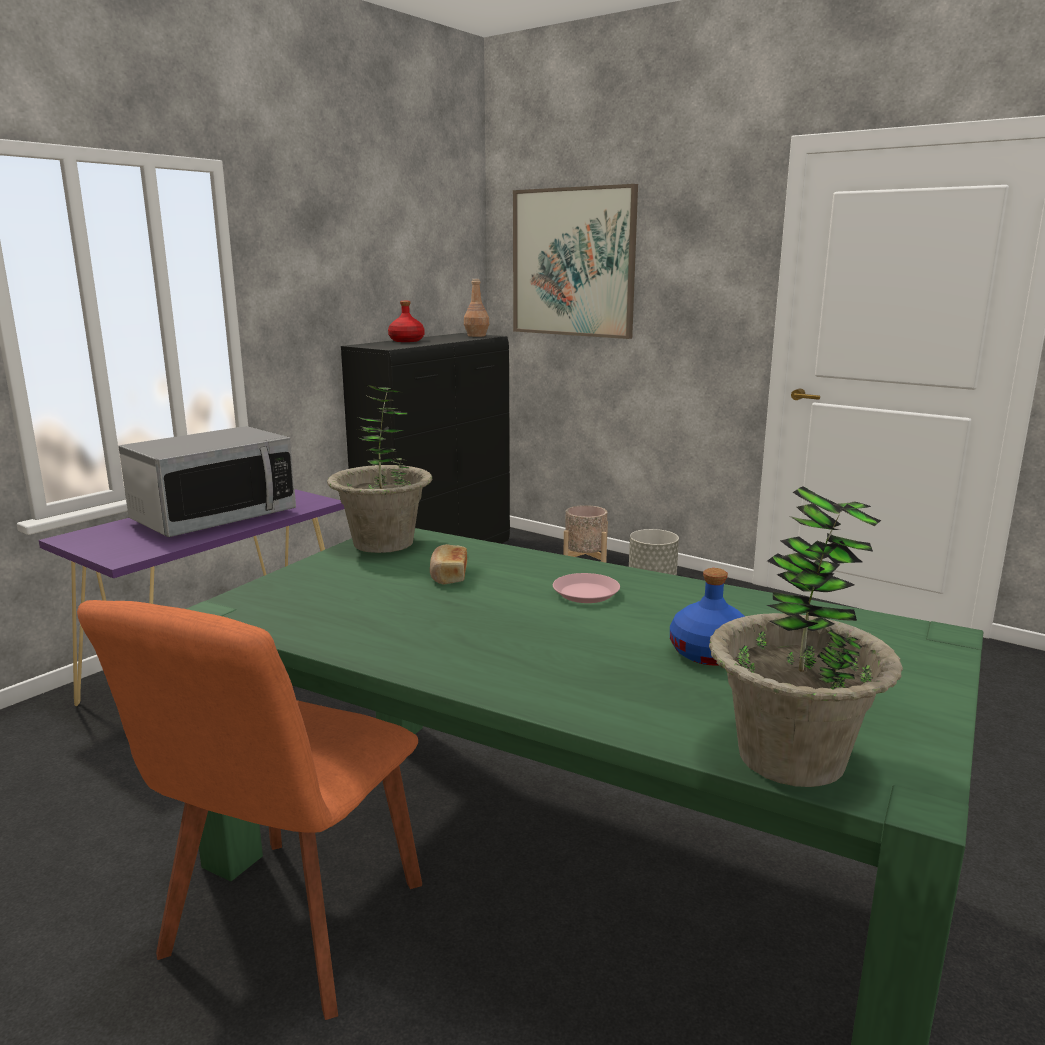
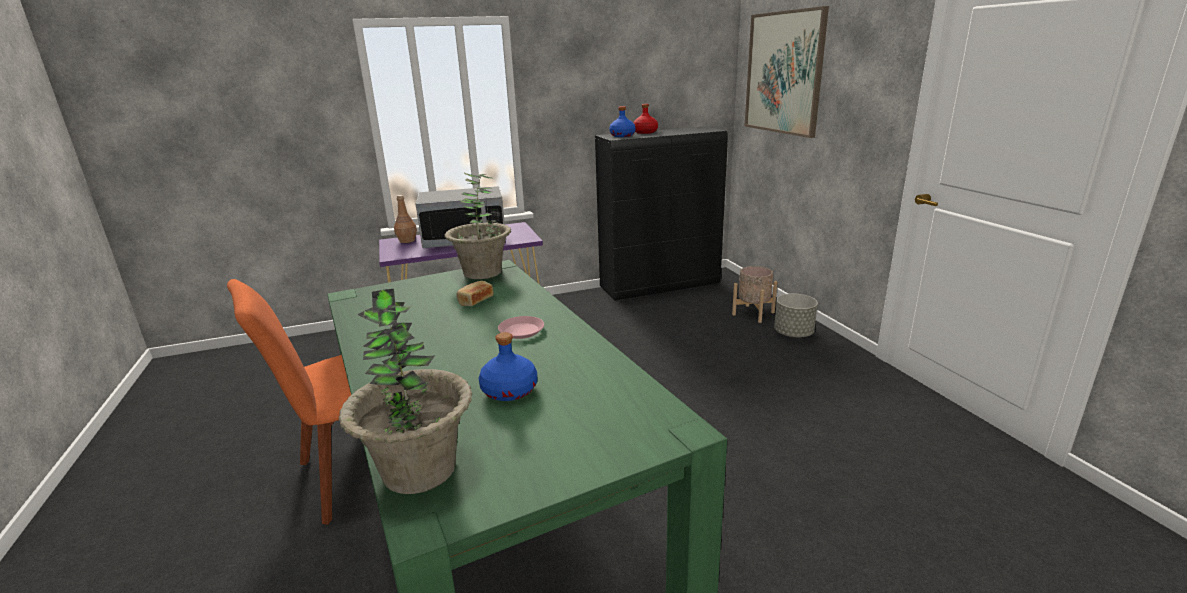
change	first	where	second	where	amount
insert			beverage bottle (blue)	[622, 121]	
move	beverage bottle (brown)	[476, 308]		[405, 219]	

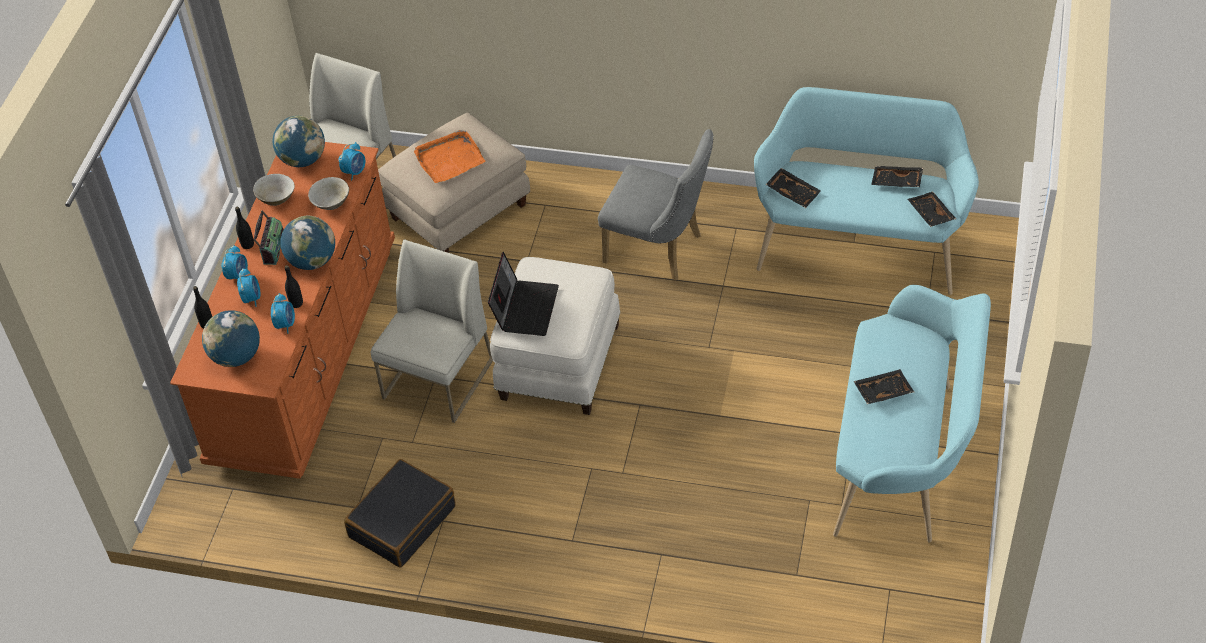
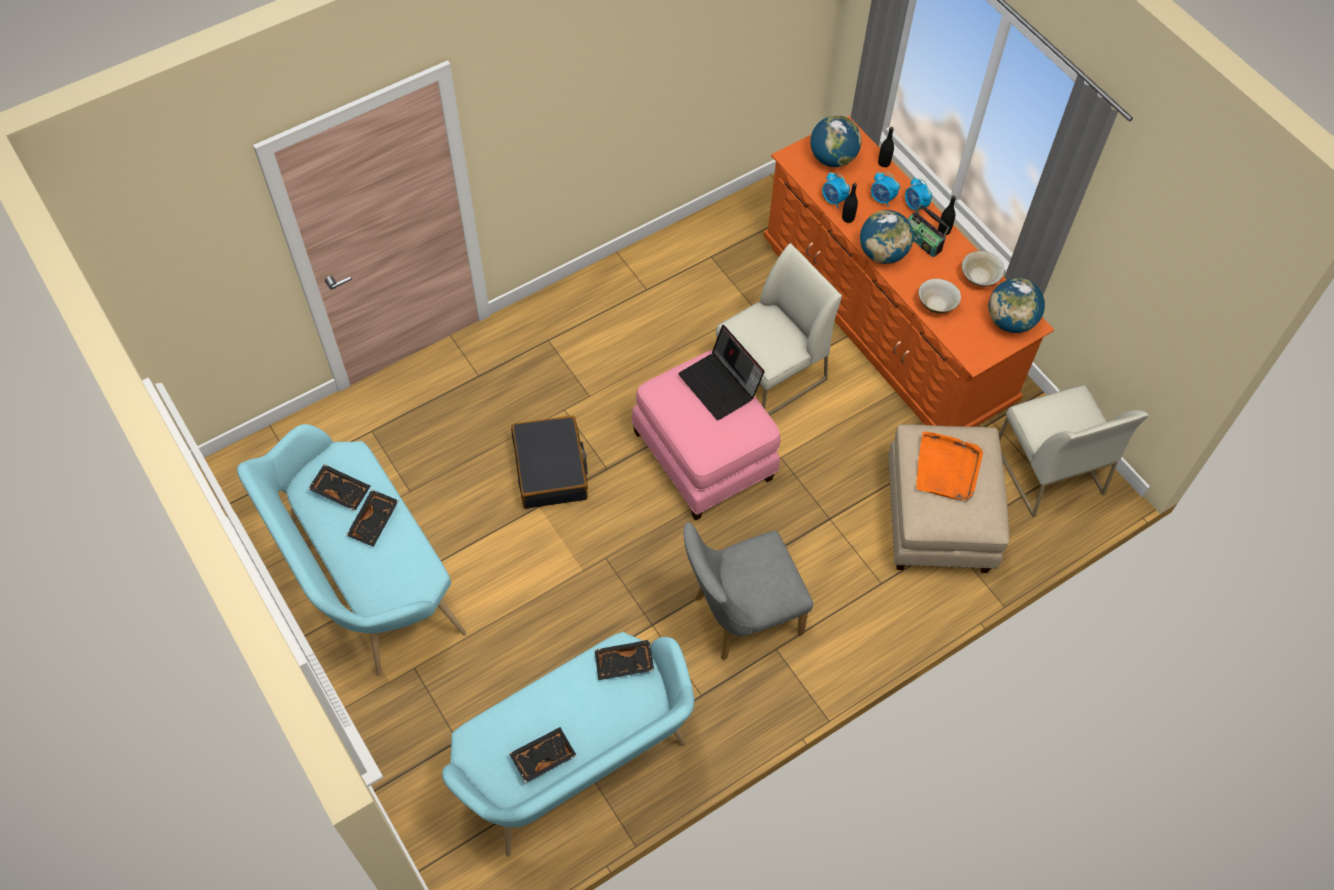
change	first	where	second	where	amount
delete	table clock	[352, 161]			
move	piece of luggage (black)	[399, 513]		[549, 462]	
move	serving tray (black)	[932, 209]		[339, 487]	
recolor	footrest (white-coloured)	[555, 336]	footrest (pink-coloured)	[706, 435]	
rotate	chair (white-coloured)	[432, 331]		[779, 329]	105 degrees counterclockwise

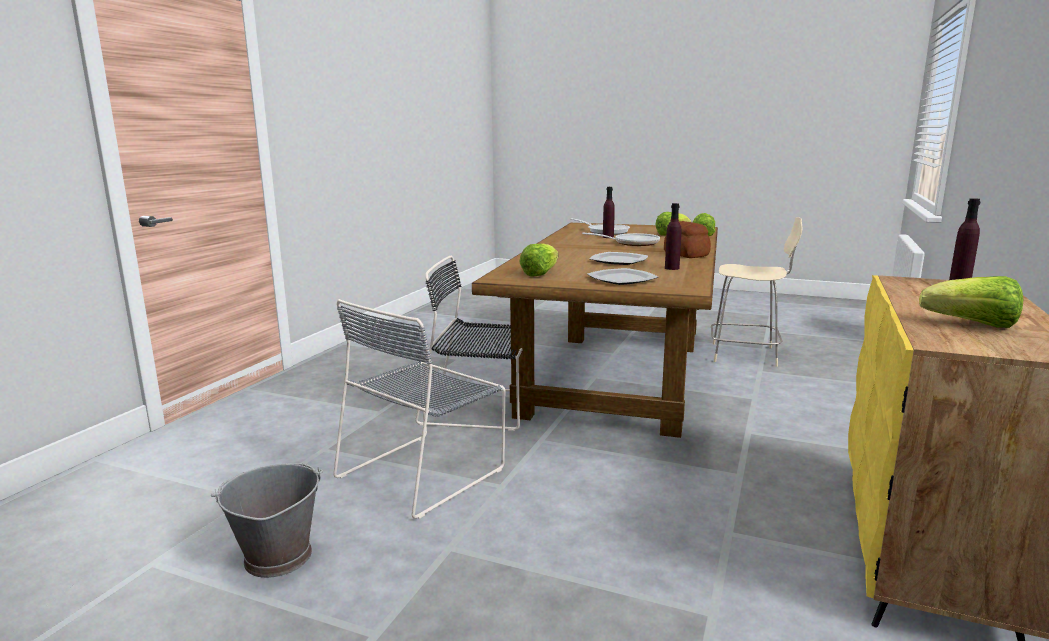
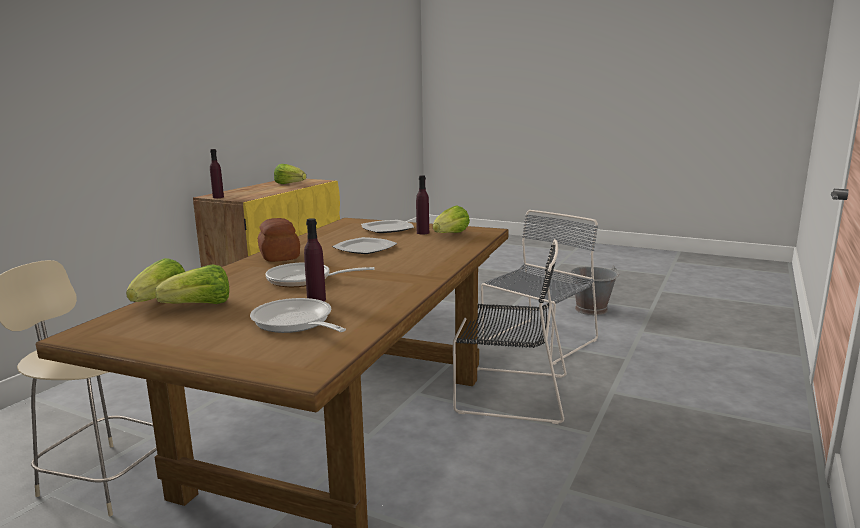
change	first	where	second	where	amount
move	beverage bottle (purple-coloured)	[673, 236]		[422, 204]	

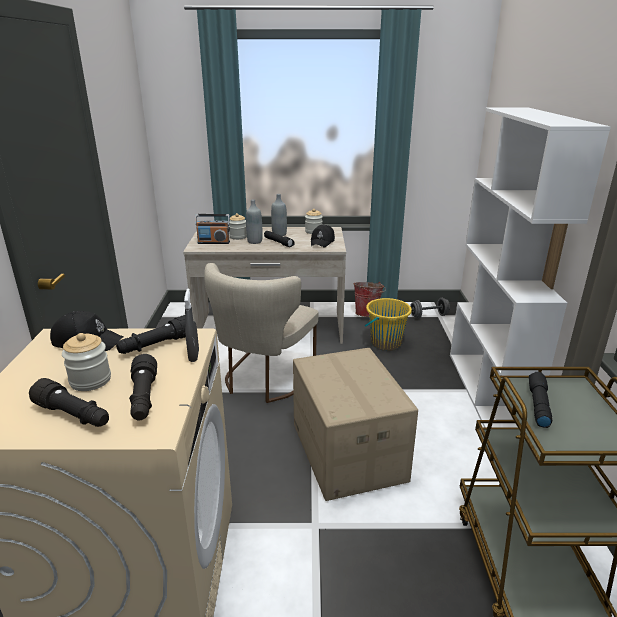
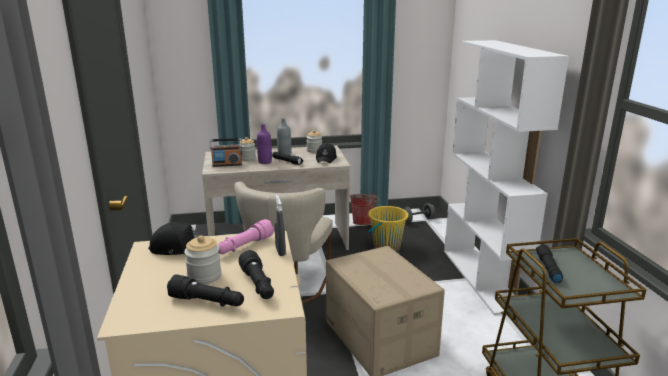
change	first	where	second	where	amount
recolor	hand torch (black)	[151, 334]	hand torch (pink-coloured)	[245, 236]	
recolor	beverage bottle (gray)	[254, 221]	beverage bottle (purple-coloured)	[264, 144]	

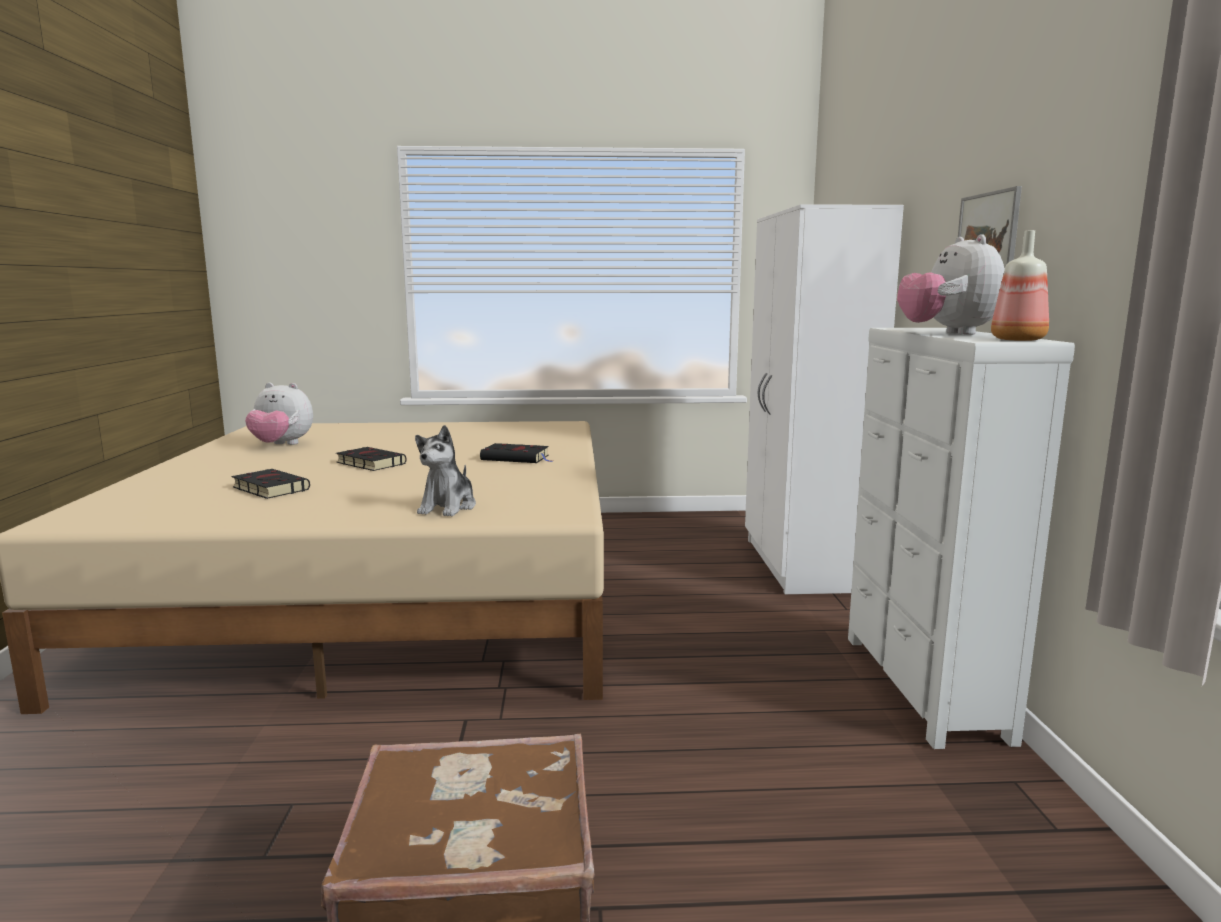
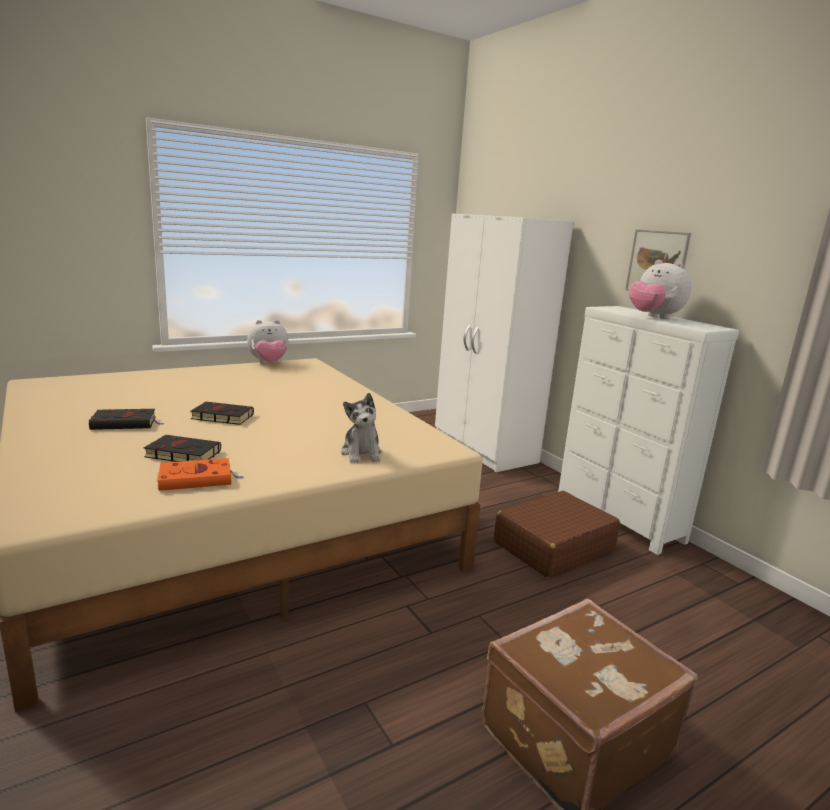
change	first	where	second	where	amount
delete	beverage bottle	[1020, 285]			
insert			book (orangey)	[200, 474]	
insert			piece of luggage (brown)	[557, 534]	
move	soft toy	[279, 414]		[268, 341]	
move	book (black)	[516, 453]		[126, 419]	

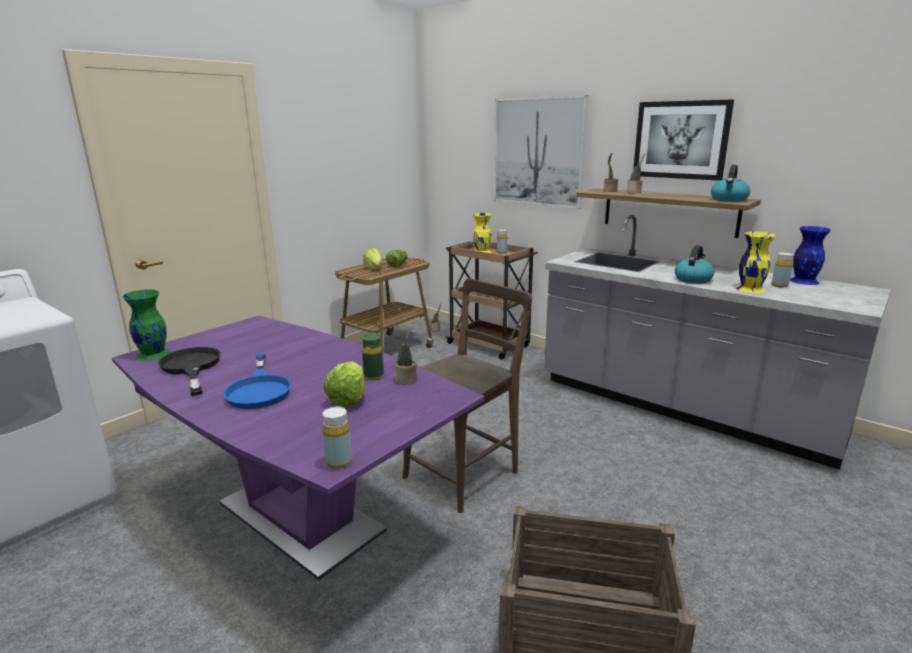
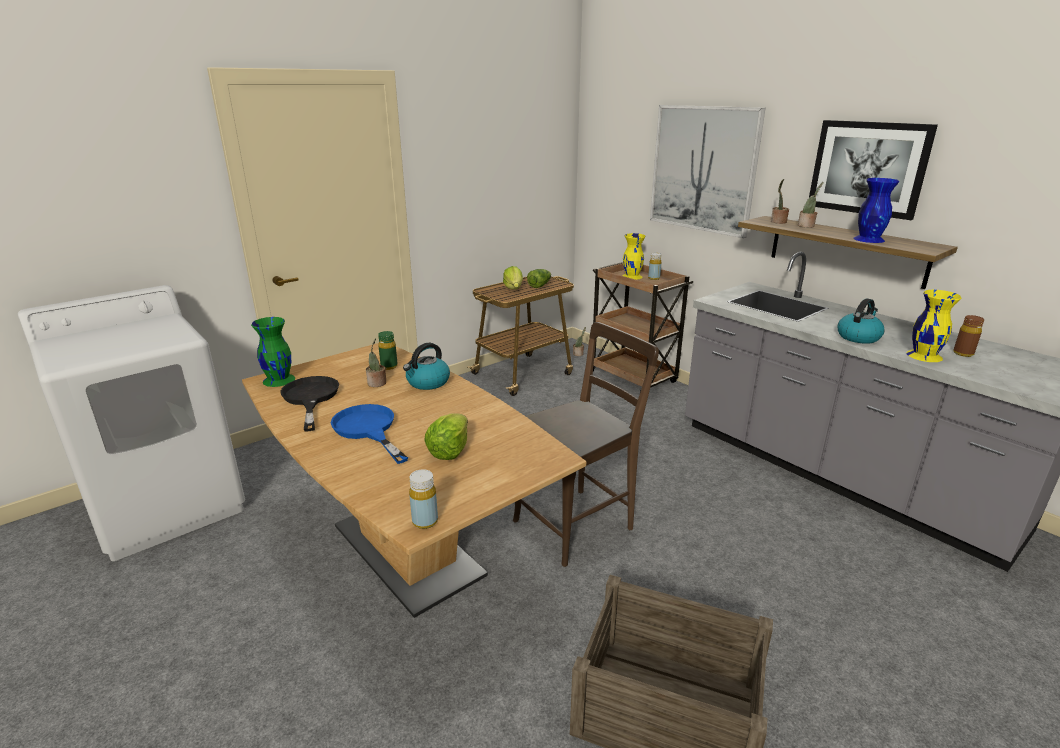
change	first	where	second	where	amount
move	beverage bottle (green)	[373, 357]		[388, 350]	
move	plant in a pot	[405, 356]		[376, 362]	
move	water kettle	[730, 183]		[426, 366]	
move	vase (blue)	[810, 255]		[876, 210]	
recolor	dining table (purple-coloured)	[298, 448]	dining table (brown)	[414, 480]	
recolor	beverage bottle (yellow-coloured)	[782, 270]	beverage bottle (brown)	[968, 336]	
rotate	frying pan (blue)	[257, 381]		[369, 434]	150 degrees clockwise

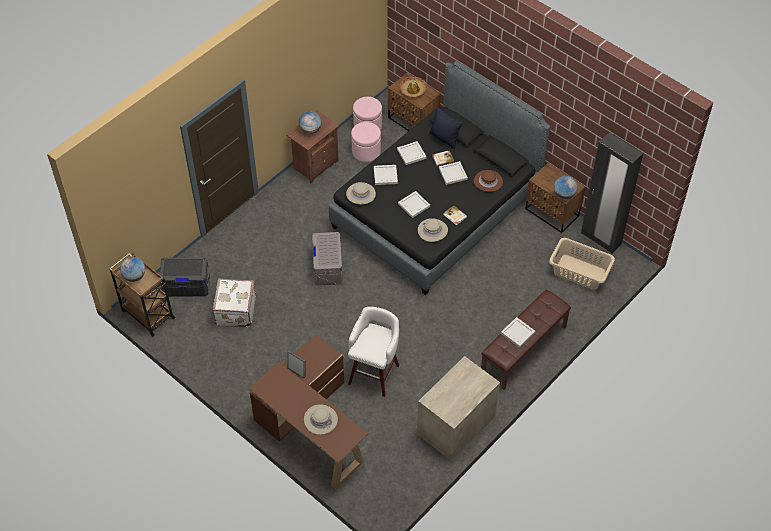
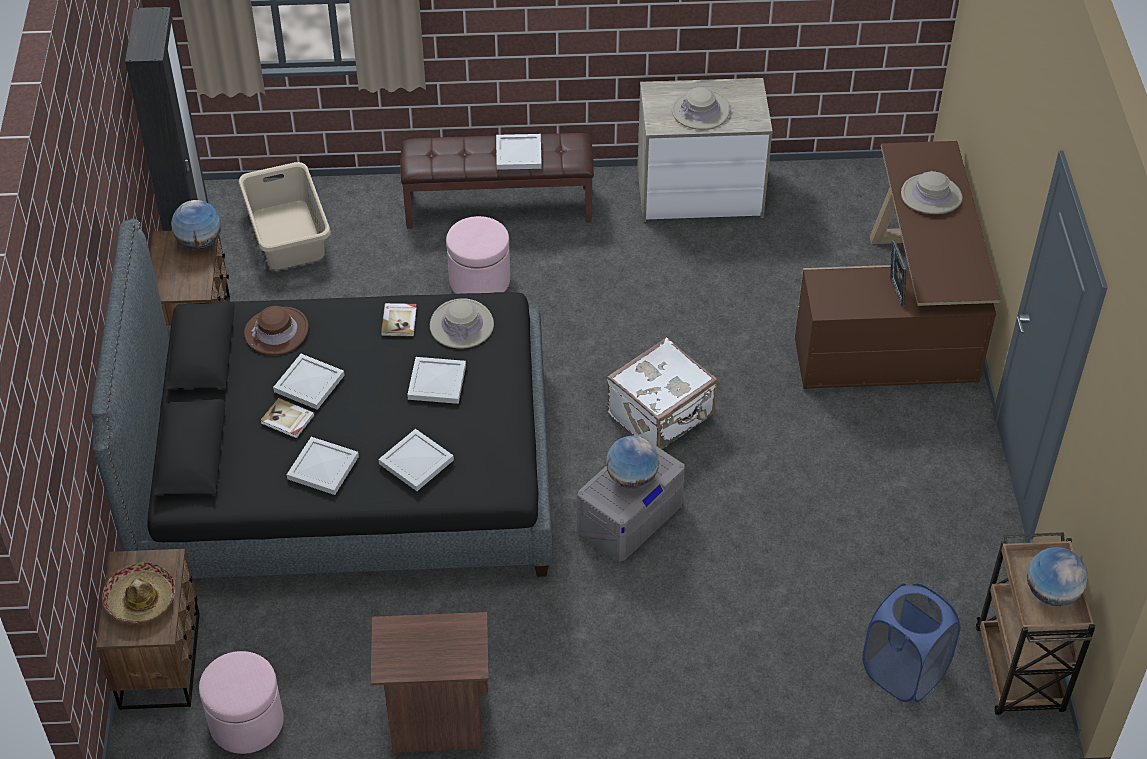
change	first	where	second	where	amount
delete	stool seat (white-coloured)	[374, 352]			
delete	cushion (black)	[445, 128]			
move	piece of luggage (white-coloured)	[234, 302]		[662, 393]	
move	world globe	[310, 122]		[632, 462]	
move	hat (sand-coloured)	[361, 193]		[701, 108]	
move	footrest (pink-coloured)	[366, 142]		[478, 255]	
replace	storage container (gray)	[184, 277]	hamper (blue)	[911, 643]	

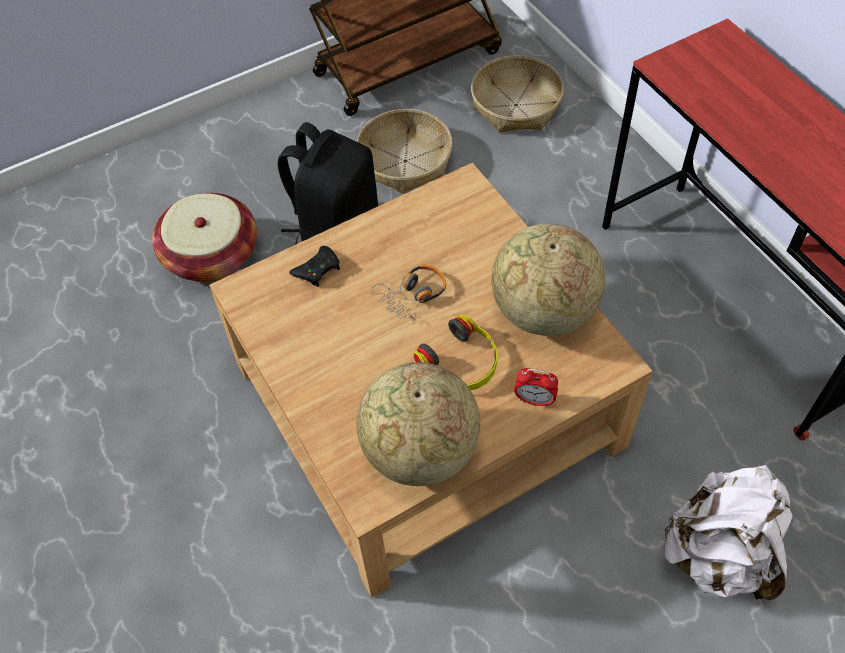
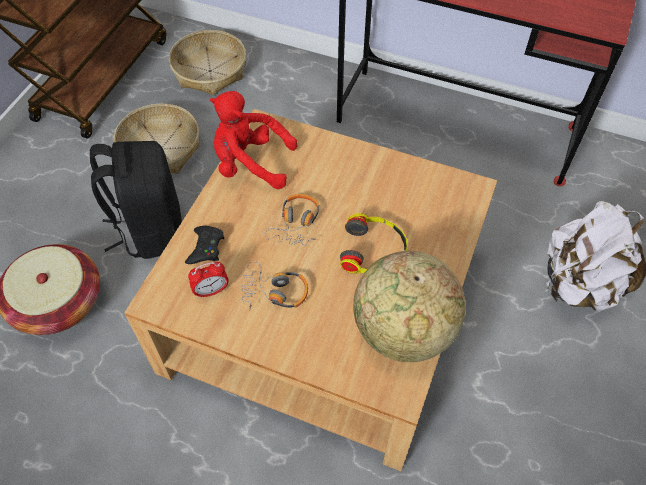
change	first	where	second	where	amount
delete	world globe	[548, 280]			
insert			soft toy (red-coloured)	[253, 140]	
insert			pair of headphones	[274, 286]	
move	table clock	[536, 387]		[208, 279]	

